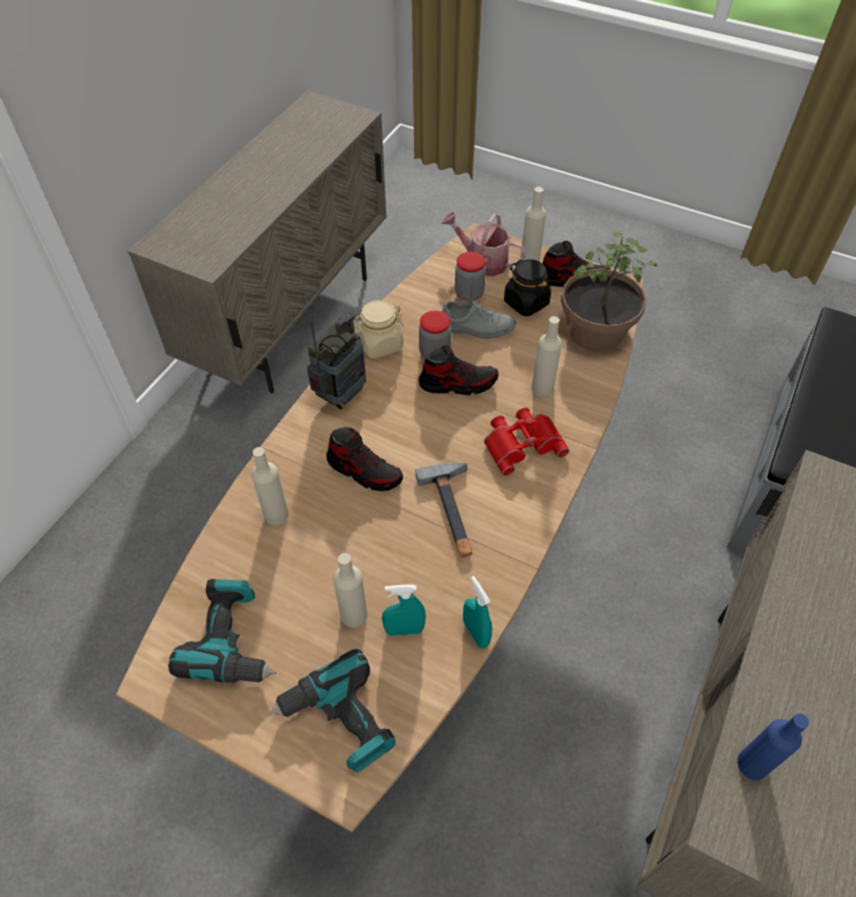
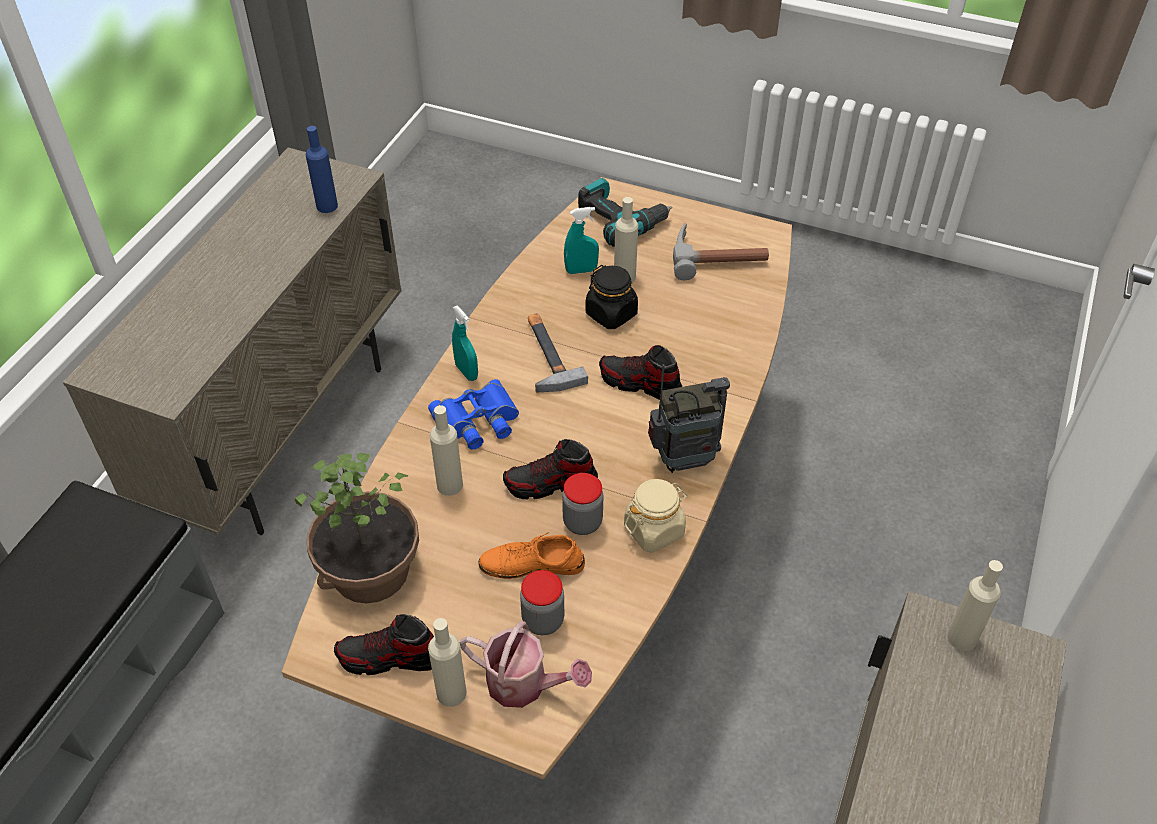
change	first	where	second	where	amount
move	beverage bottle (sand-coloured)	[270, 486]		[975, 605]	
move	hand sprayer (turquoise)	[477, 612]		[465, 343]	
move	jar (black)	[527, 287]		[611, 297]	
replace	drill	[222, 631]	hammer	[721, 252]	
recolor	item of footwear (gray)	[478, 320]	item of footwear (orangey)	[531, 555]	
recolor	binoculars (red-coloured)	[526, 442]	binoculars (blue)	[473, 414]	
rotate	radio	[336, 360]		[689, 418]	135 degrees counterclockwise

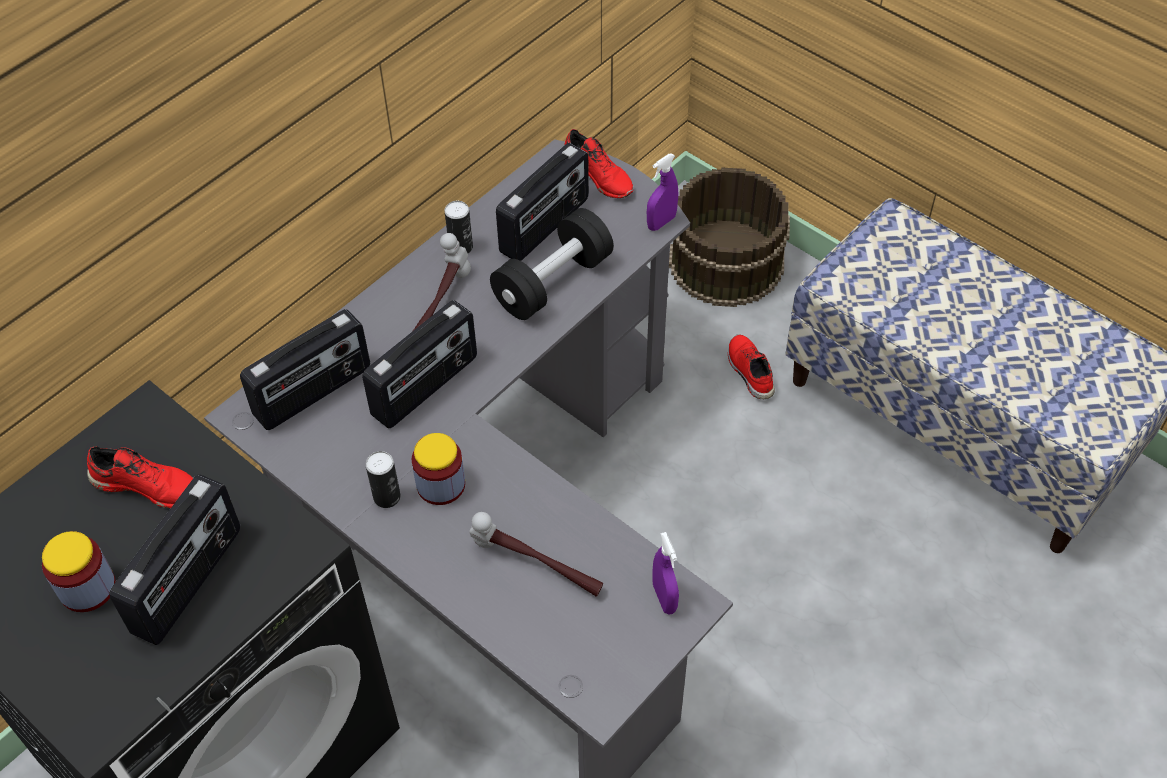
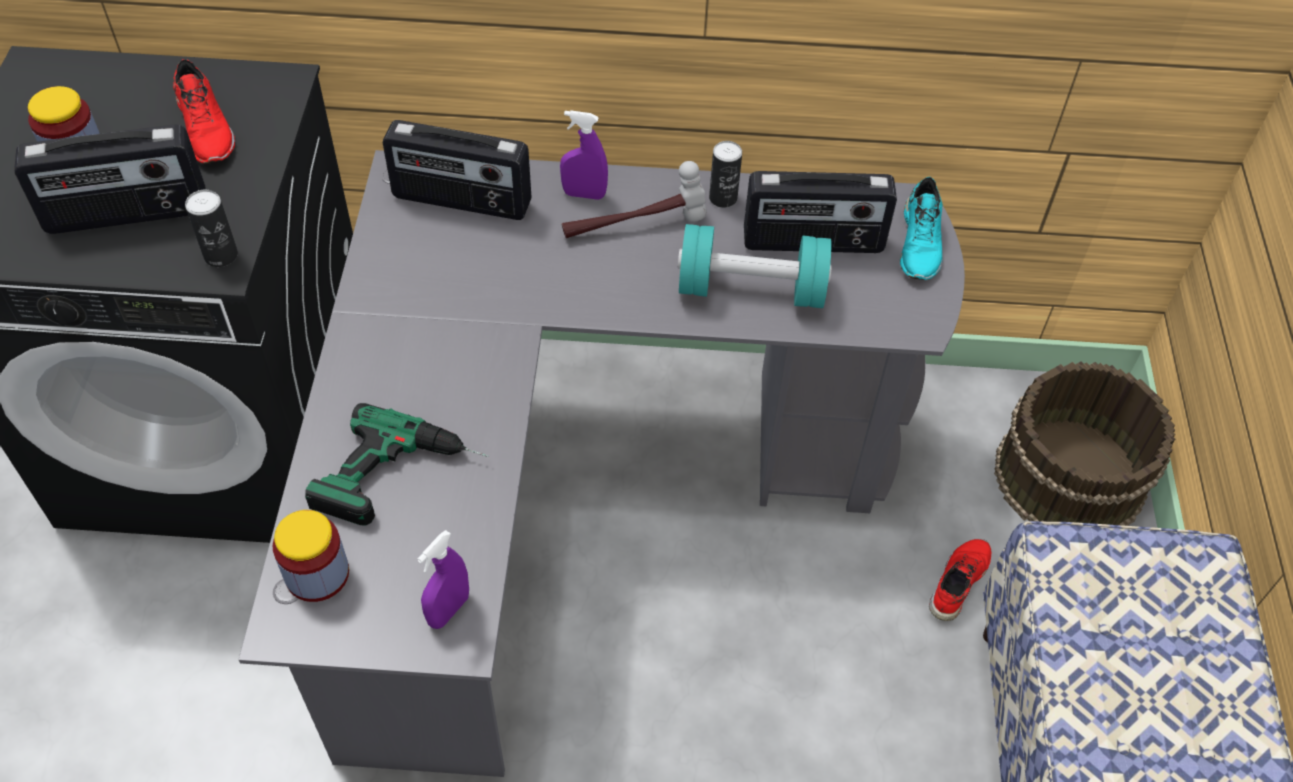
change	first	where	second	where	amount
delete	radio	[419, 364]			
move	can	[383, 479]		[211, 228]	
move	jar	[438, 469]		[311, 556]	
move	hand sprayer (purple-coloured)	[662, 192]		[584, 155]	
replace	hammer	[536, 554]	drill	[397, 464]	
recolor	hand weight (black)	[552, 264]	hand weight (turquoise)	[755, 266]	
recolor	item of footwear (red-coloured)	[599, 163]	item of footwear (turquoise)	[921, 228]	

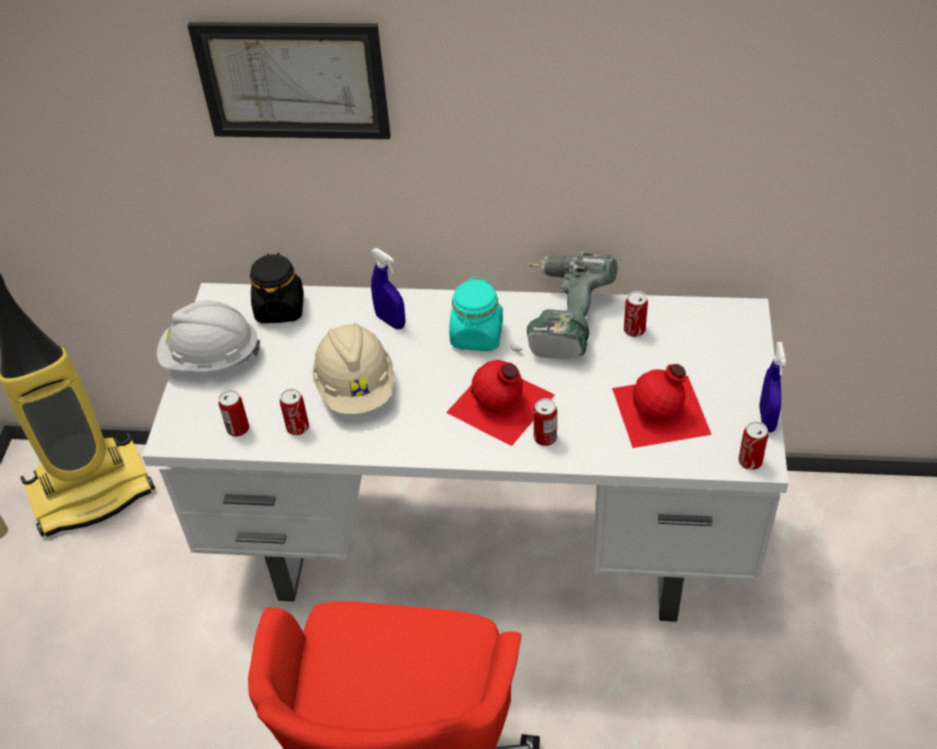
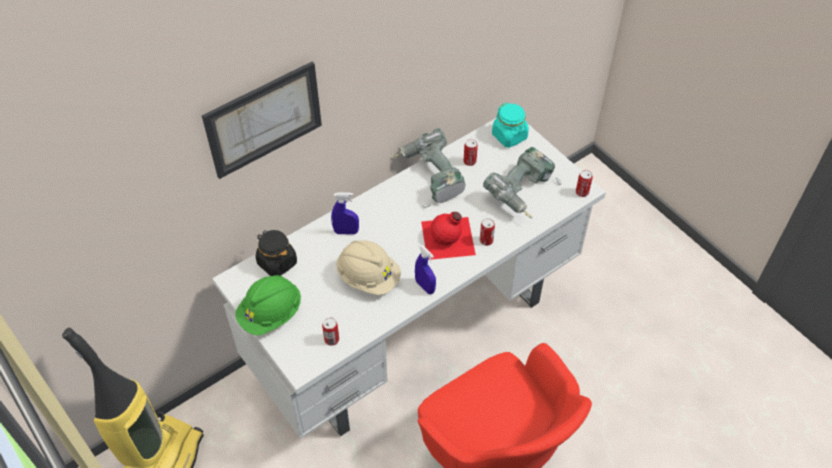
change	first	where	second	where	amount
delete	can	[294, 411]			
move	jar (turquoise)	[476, 314]		[510, 125]	
move	hand sprayer (blue)	[772, 387]		[425, 269]	
replace	beverage bottle (red-coloured)	[662, 406]	drill	[522, 182]	
recolor	work helmet (white-coloured)	[208, 336]	work helmet (green)	[268, 305]	

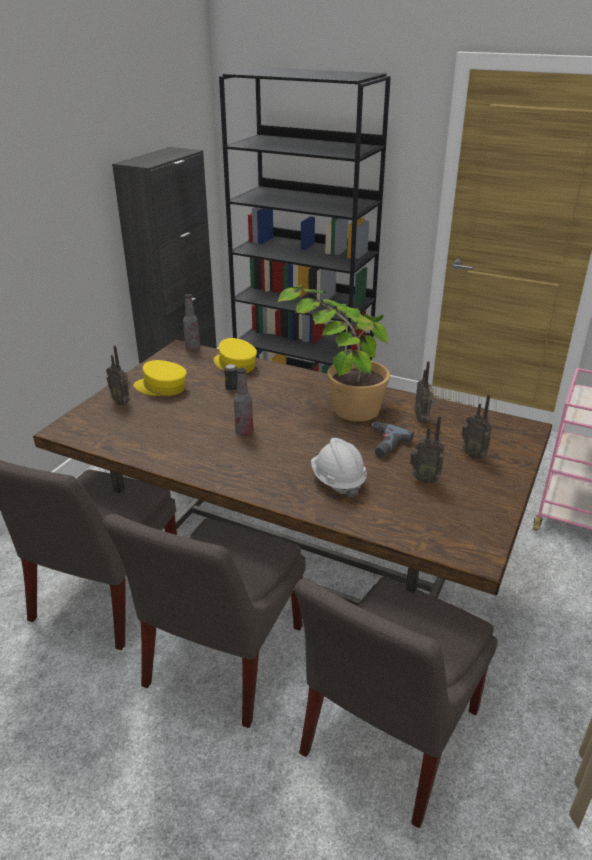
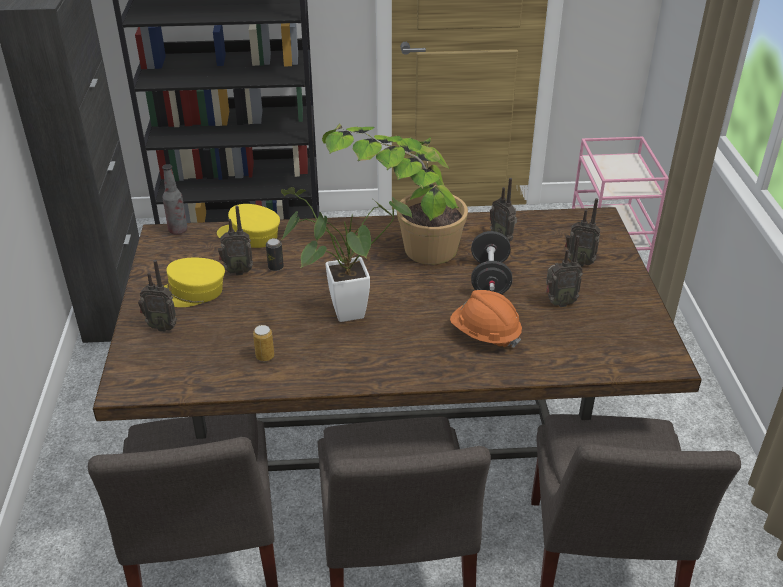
change	first	where	second	where	amount
insert			radio	[235, 240]	
insert			can	[263, 343]	
replace	beverage bottle	[243, 401]	plant in a pot	[346, 254]	
replace	drill	[393, 439]	hand weight (black)	[491, 262]	
recolor	work helmet (white-coloured)	[339, 468]	work helmet (orangey)	[486, 319]	

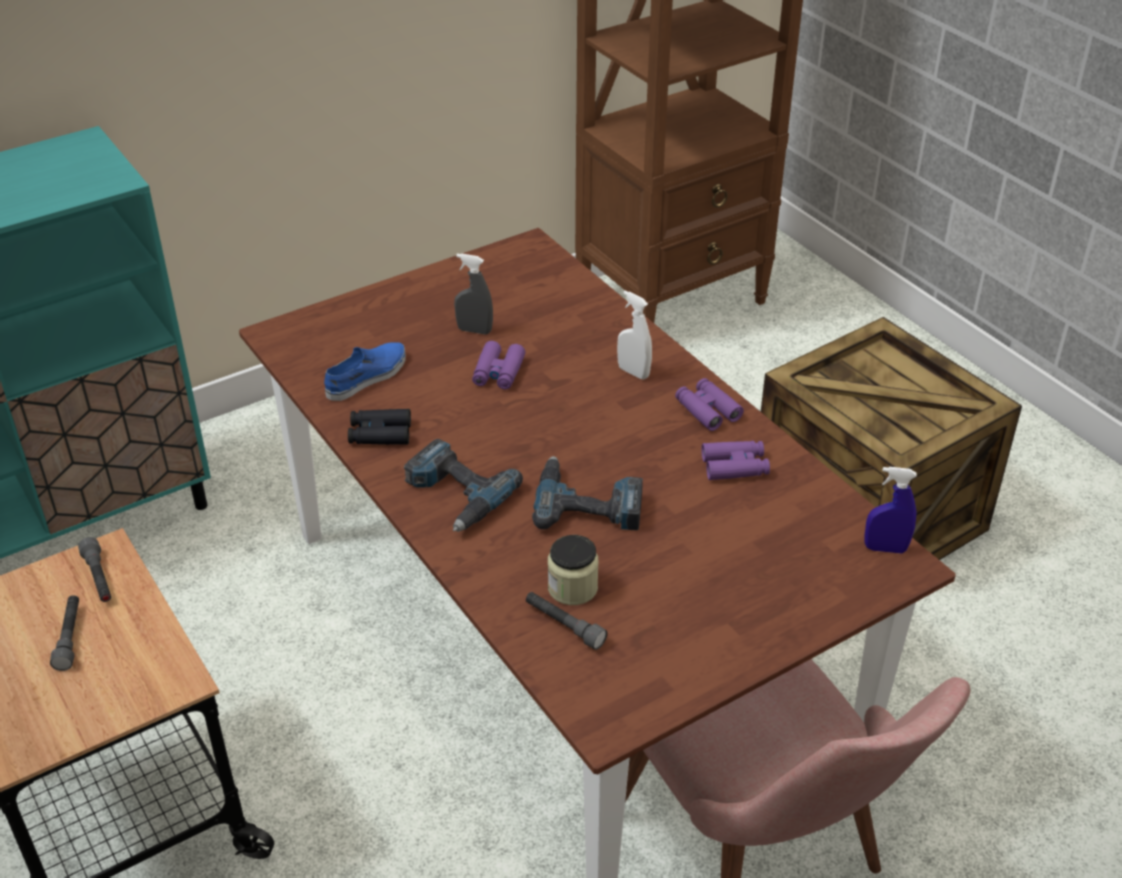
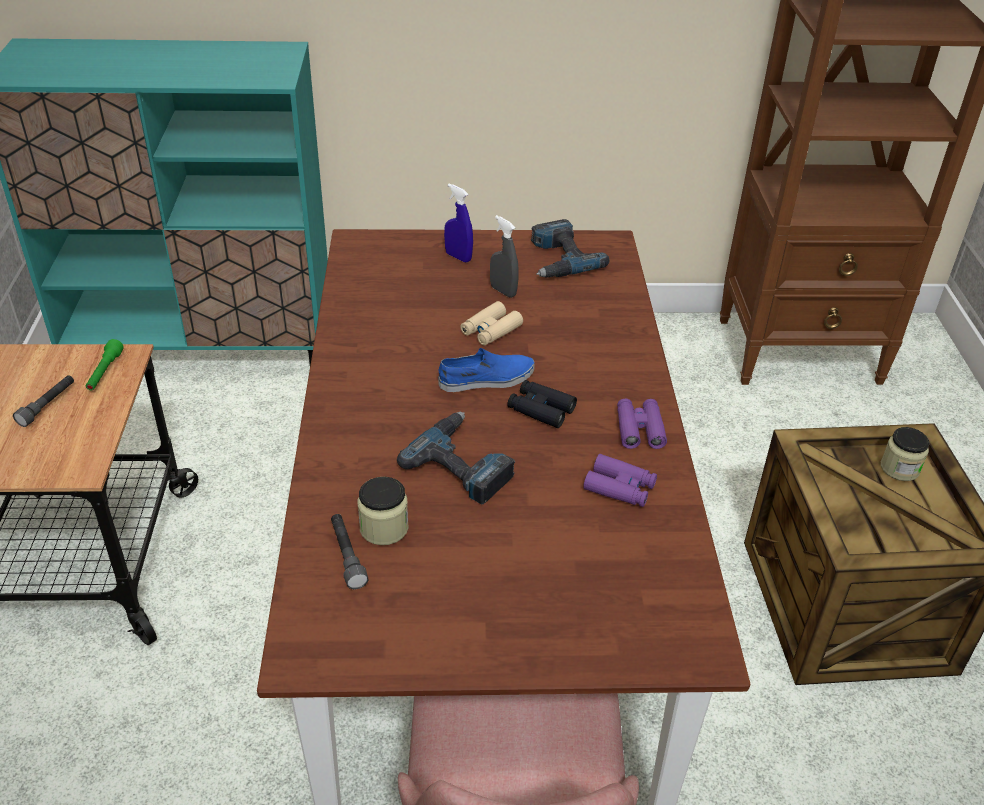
change	first	where	second	where	amount
delete	hand sprayer (white-coloured)	[634, 335]			
insert			jar	[905, 454]	
move	item of footwear (blue)	[365, 371]		[486, 370]	
move	binoculars (black)	[379, 427]		[542, 404]	
move	drill	[463, 485]		[570, 248]	
move	hand sprayer (blue)	[890, 510]		[458, 223]	
recolor	hand torch (gray)	[94, 569]	hand torch (green)	[105, 364]	
recolor	binoculars (purple-coloured)	[498, 365]	binoculars (sand-coloured)	[491, 323]	

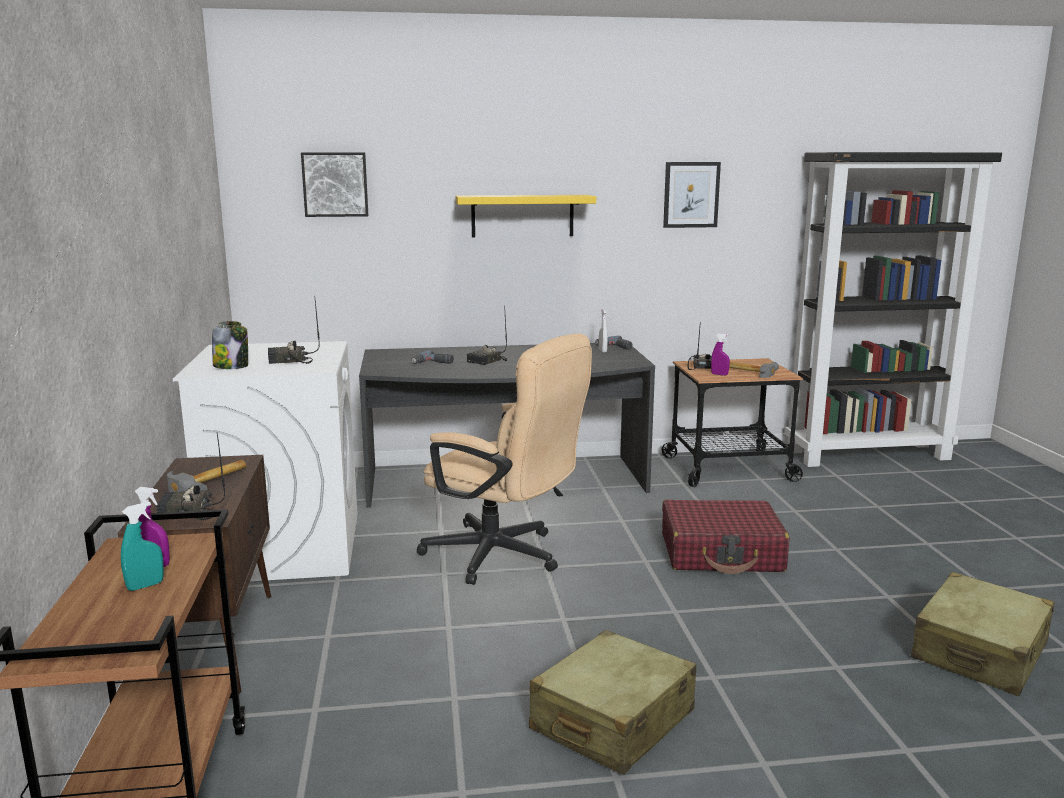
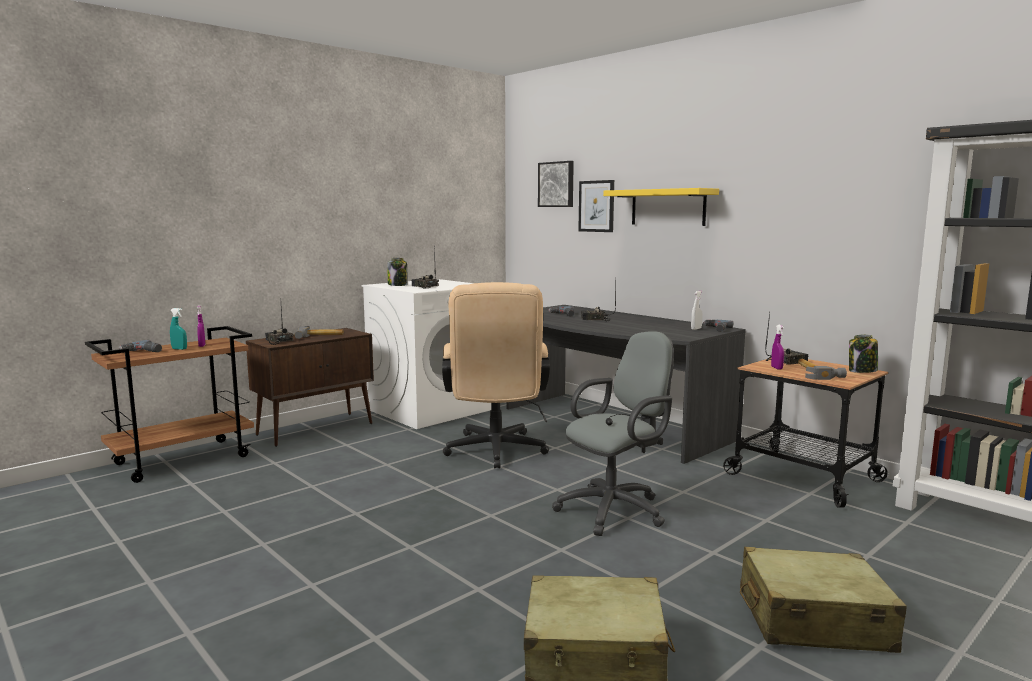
change	first	where	second	where	amount
insert			drill	[140, 346]	
insert			jar	[863, 354]	
move	piece of luggage (sand-coloured)	[612, 702]		[823, 599]	
move	wall picture	[692, 195]		[596, 206]	
replace	piece of luggage (red-coloured)	[726, 537]	computer chair (gray)	[613, 433]	

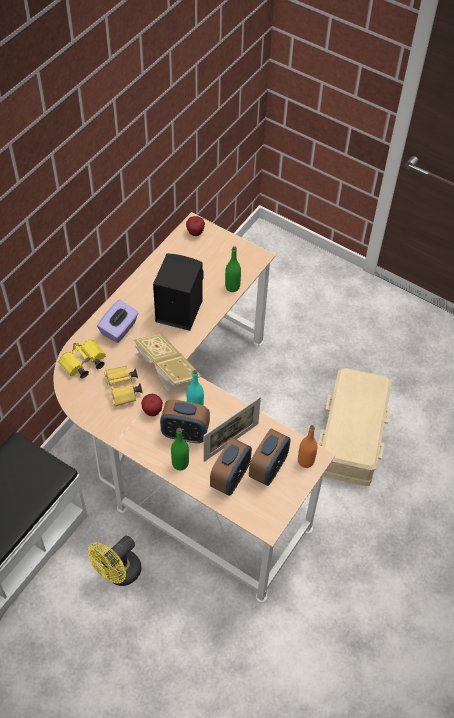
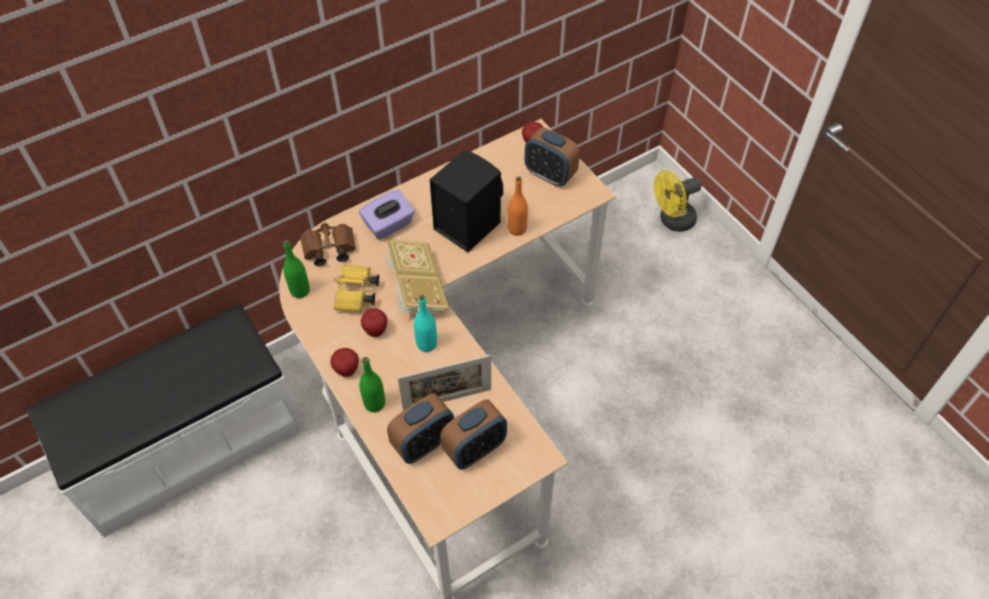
change	first	where	second	where	amount
delete	storage container (sand-coloured)	[354, 427]			
insert			apple	[344, 362]	
move	electric fan (yellow-coloured)	[115, 561]		[678, 201]	
move	table clock	[185, 421]		[552, 156]	
move	beverage bottle (green)	[233, 269]		[296, 269]	
move	beverage bottle (orangey)	[307, 446]		[517, 206]	
recolor	binoculars (yellow-coloured)	[82, 358]	binoculars (brown)	[328, 244]	

